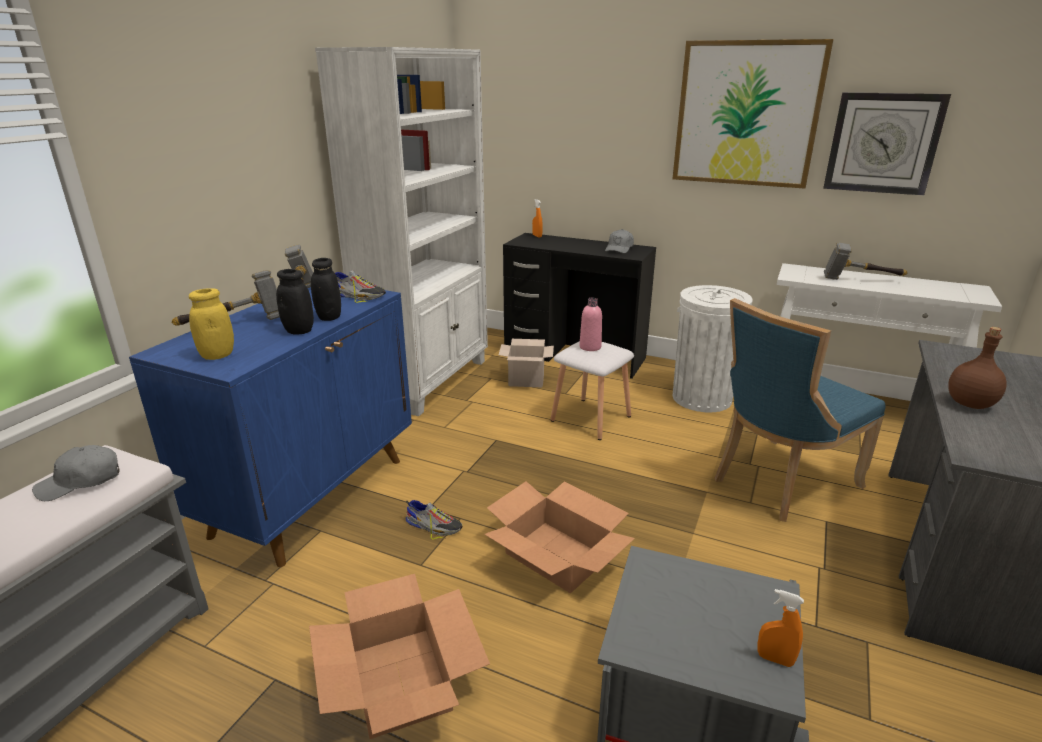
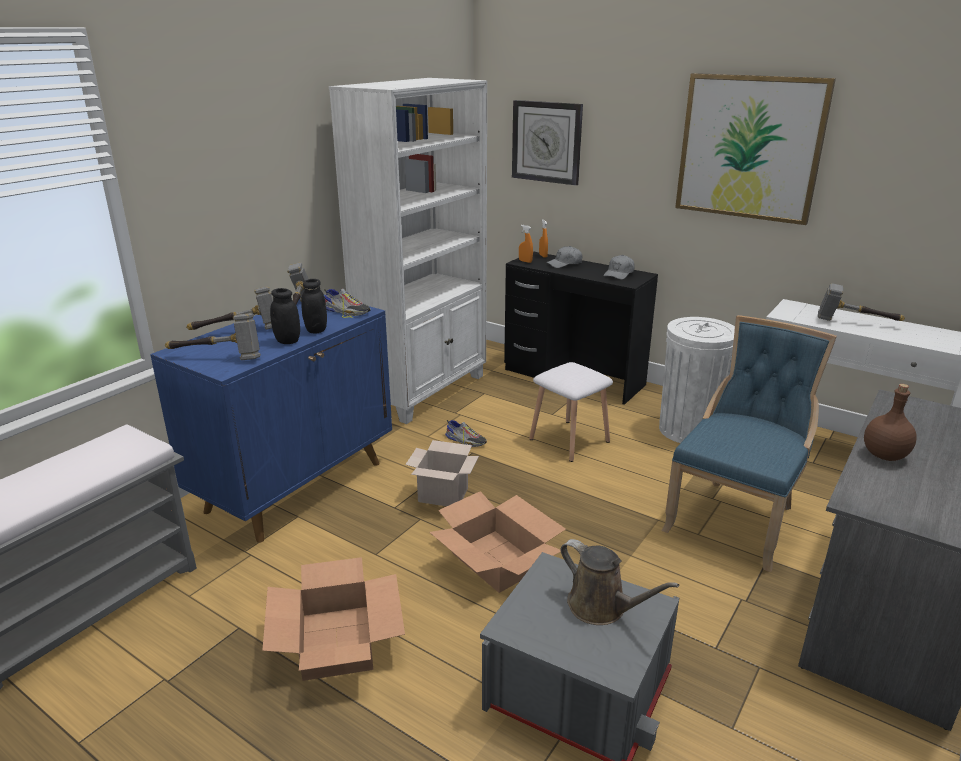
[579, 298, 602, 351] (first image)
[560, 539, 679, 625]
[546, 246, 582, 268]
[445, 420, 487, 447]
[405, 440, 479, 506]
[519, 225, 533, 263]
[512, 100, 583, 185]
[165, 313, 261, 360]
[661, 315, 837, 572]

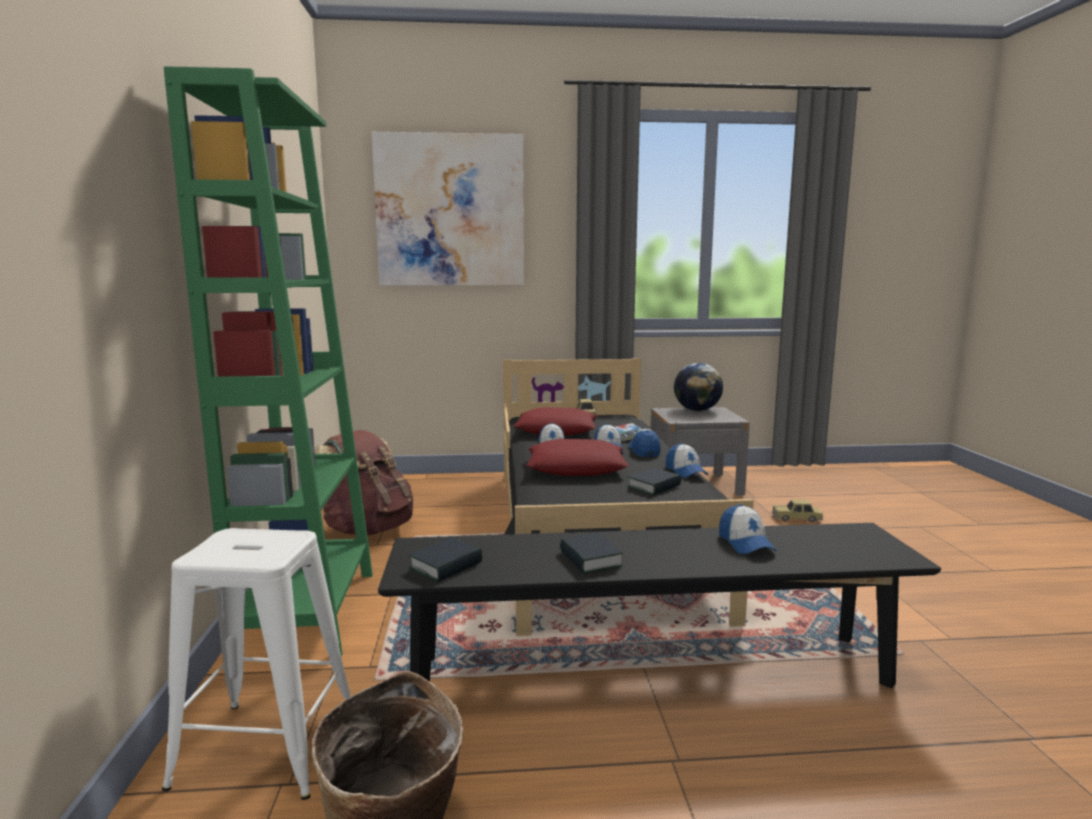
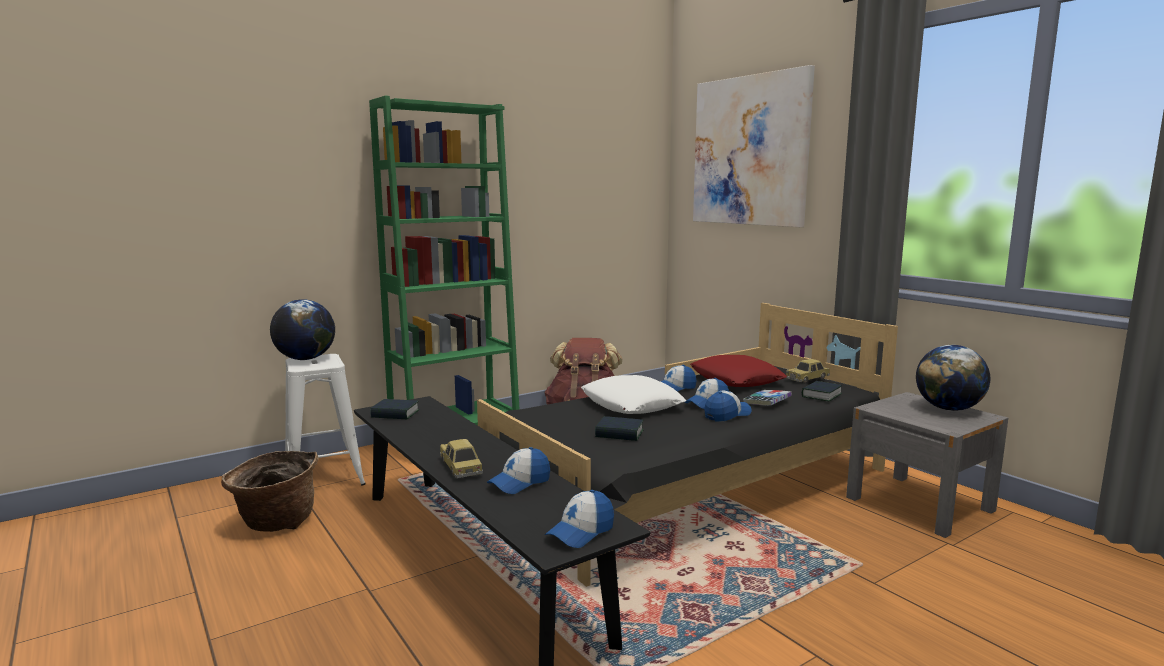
[270, 299, 335, 360]
[802, 381, 842, 401]
[545, 490, 614, 548]
[440, 439, 483, 478]
[581, 375, 686, 414]

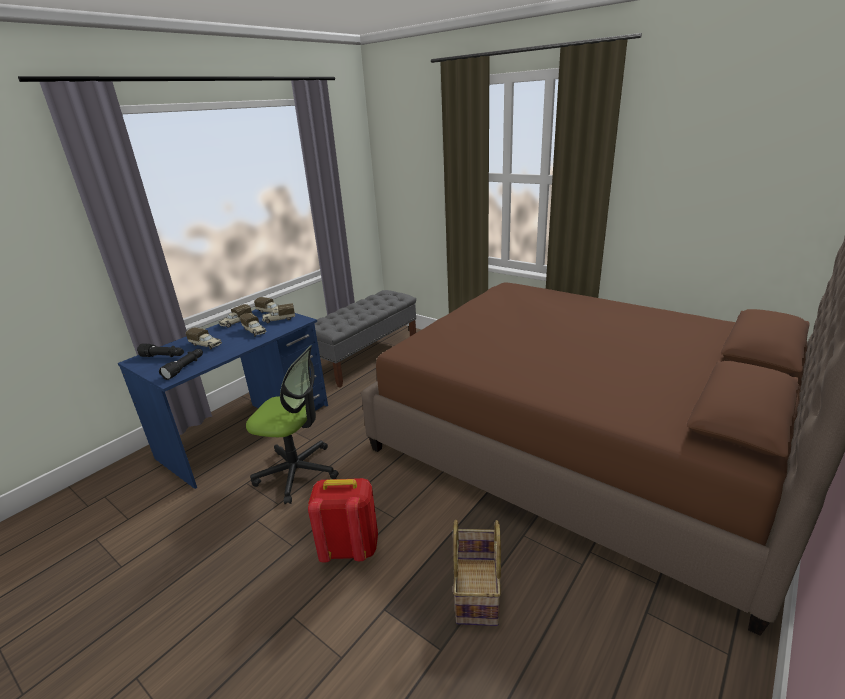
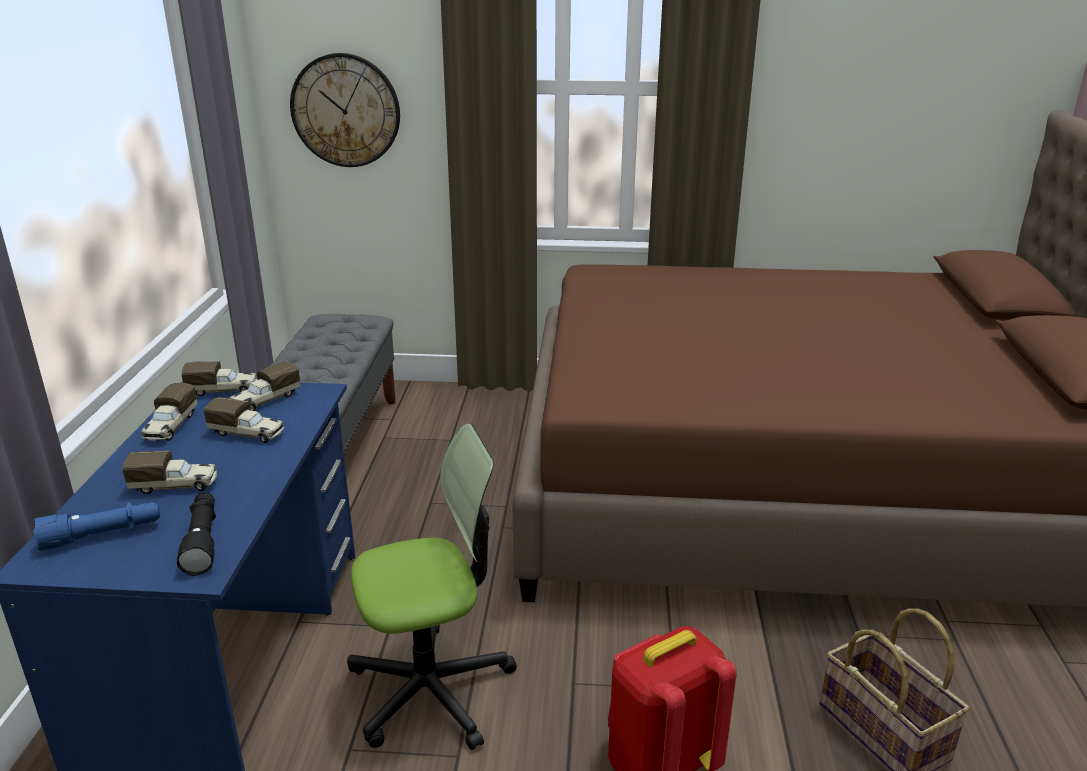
[290, 53, 400, 167]
[33, 502, 160, 551]

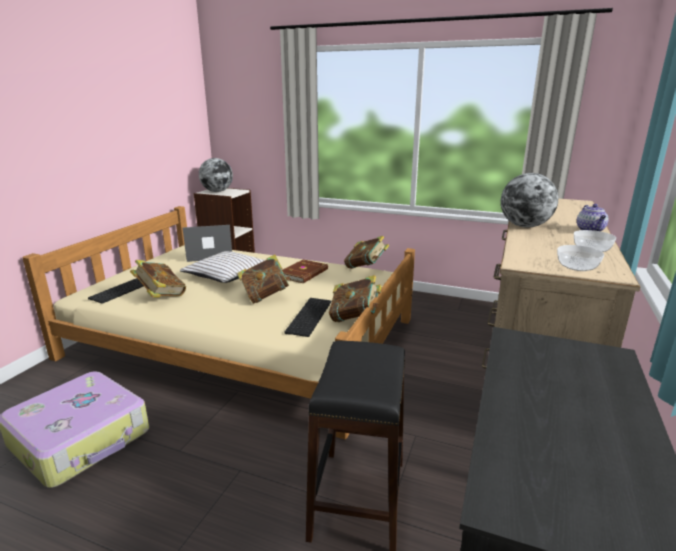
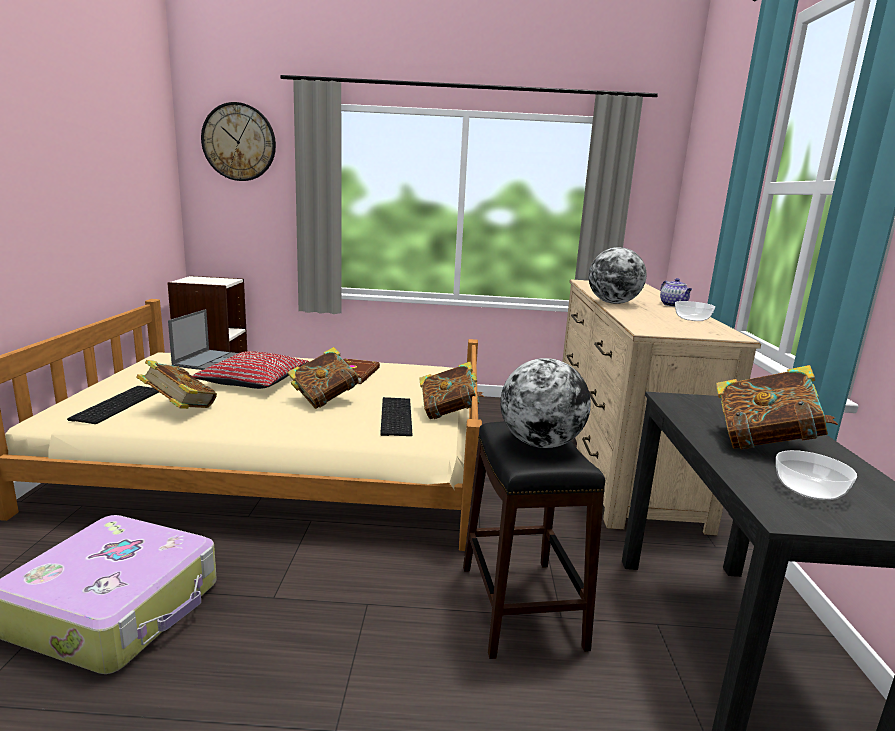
[201, 102, 276, 181]
[500, 358, 591, 448]
[716, 365, 838, 449]
[776, 450, 857, 500]
[192, 351, 309, 389]
[168, 309, 238, 370]

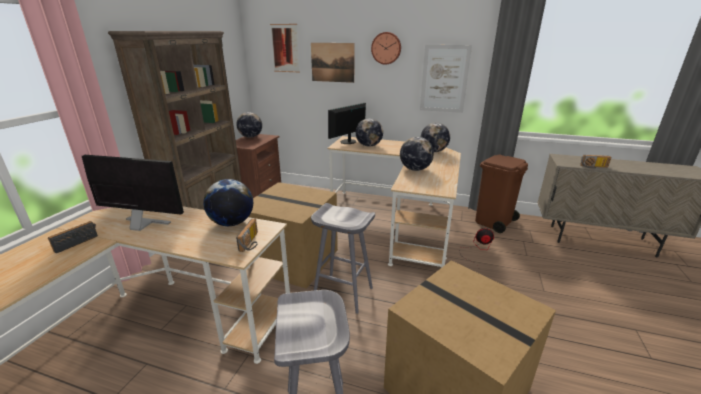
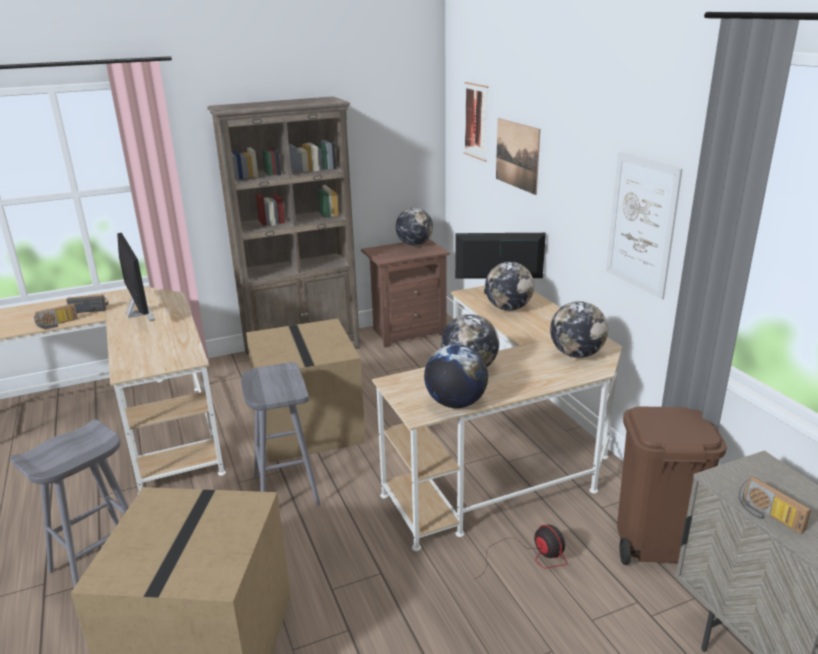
[371, 32, 401, 65] (first image)
[424, 344, 488, 408]
[34, 304, 78, 329]

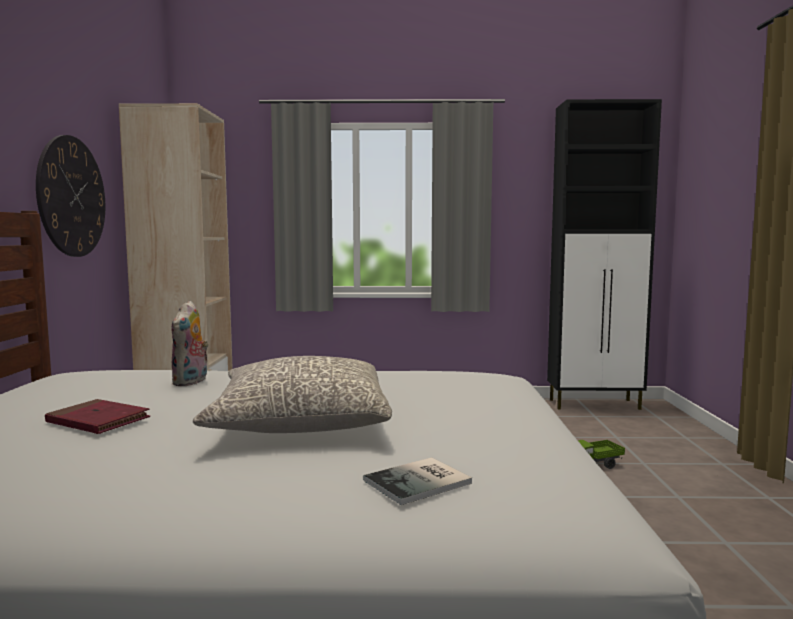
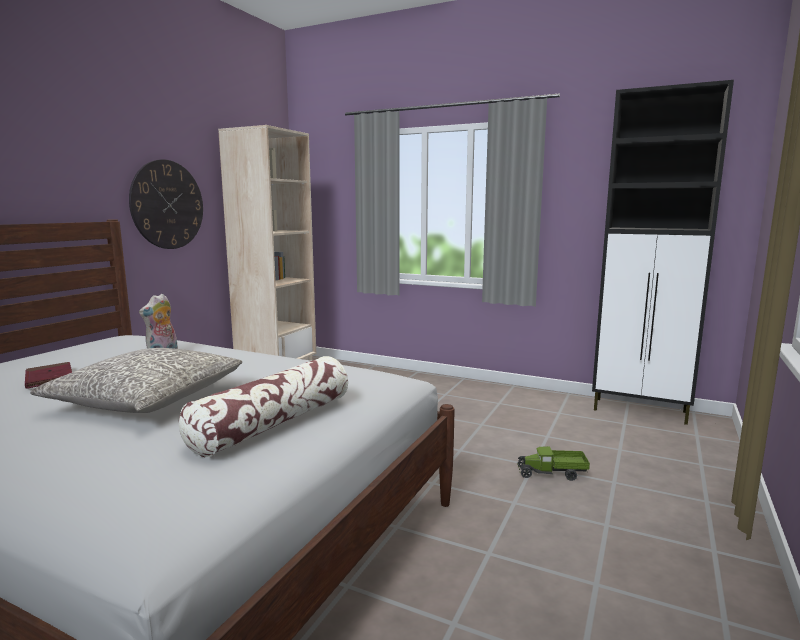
[363, 458, 472, 505] (first image)
[179, 356, 348, 458]

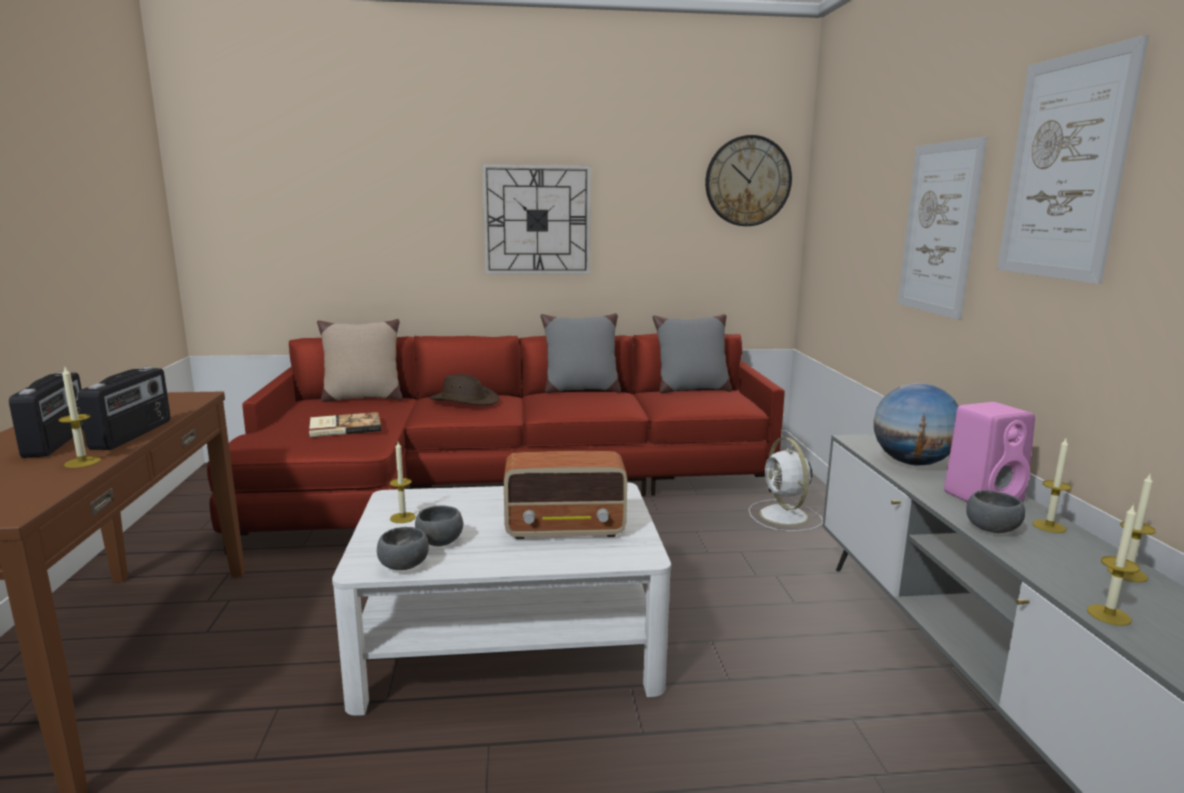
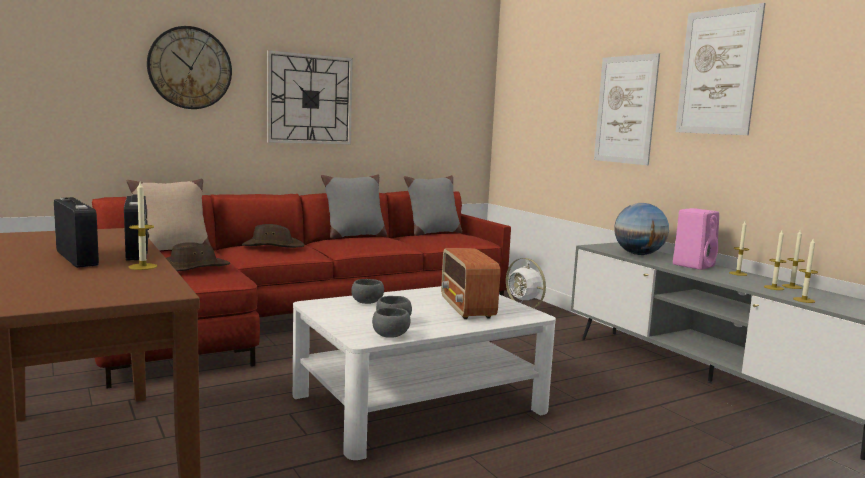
[764, 231, 787, 290]
[147, 26, 232, 109]
[351, 279, 384, 304]
[166, 242, 230, 272]
[441, 249, 500, 319]

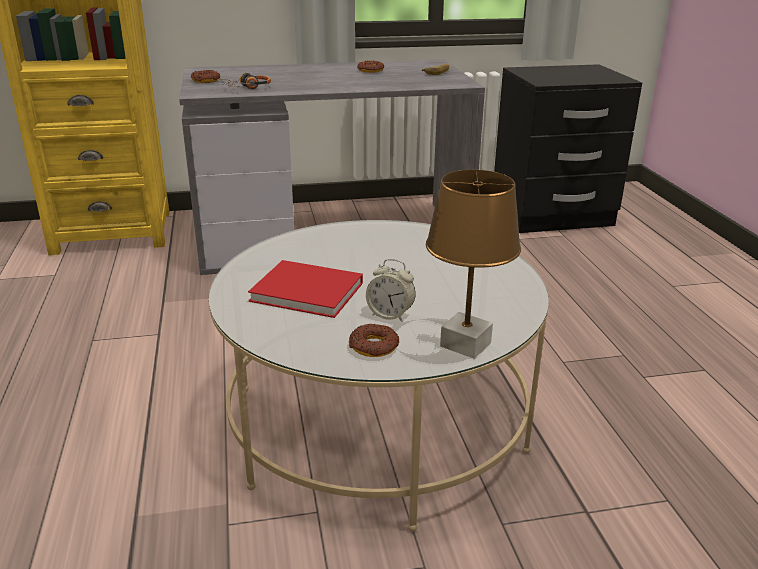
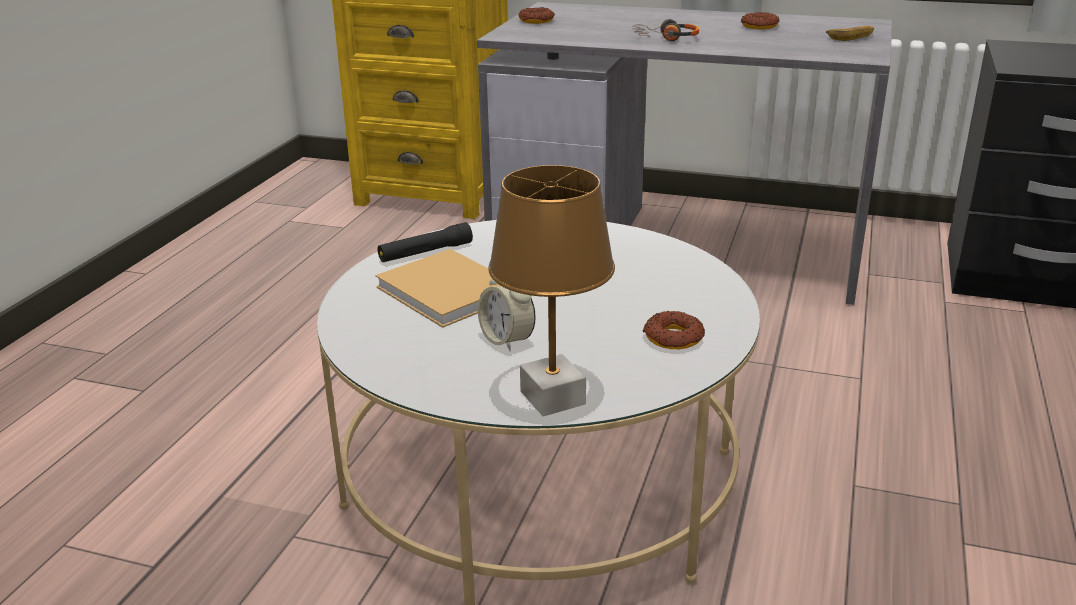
[377, 222, 473, 262]
[631, 19, 699, 41]
[642, 311, 705, 349]
[375, 249, 500, 328]

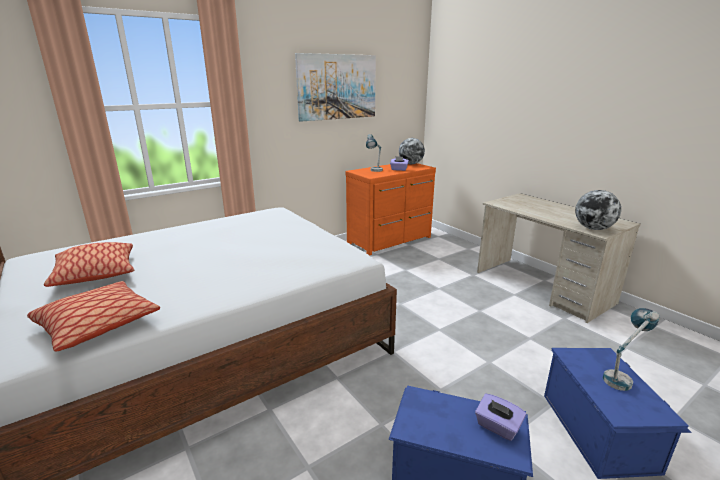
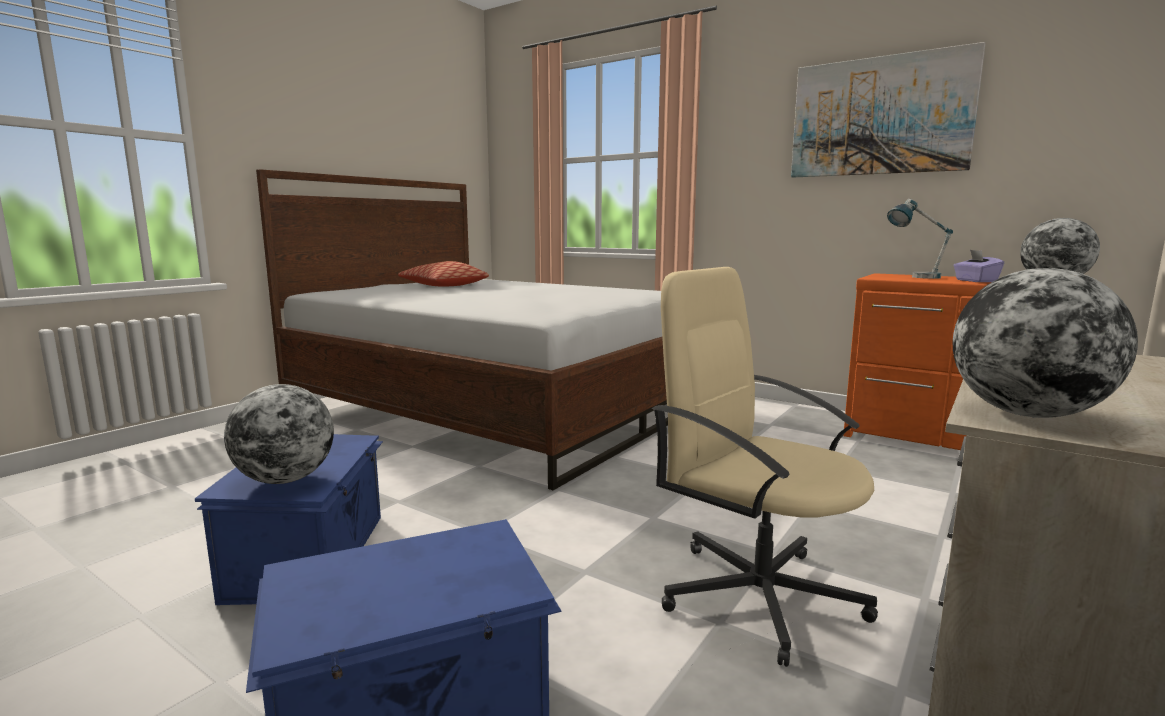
[27, 281, 160, 351] (first image)
[603, 308, 660, 391] (first image)
[652, 267, 878, 667]
[224, 384, 334, 484]

